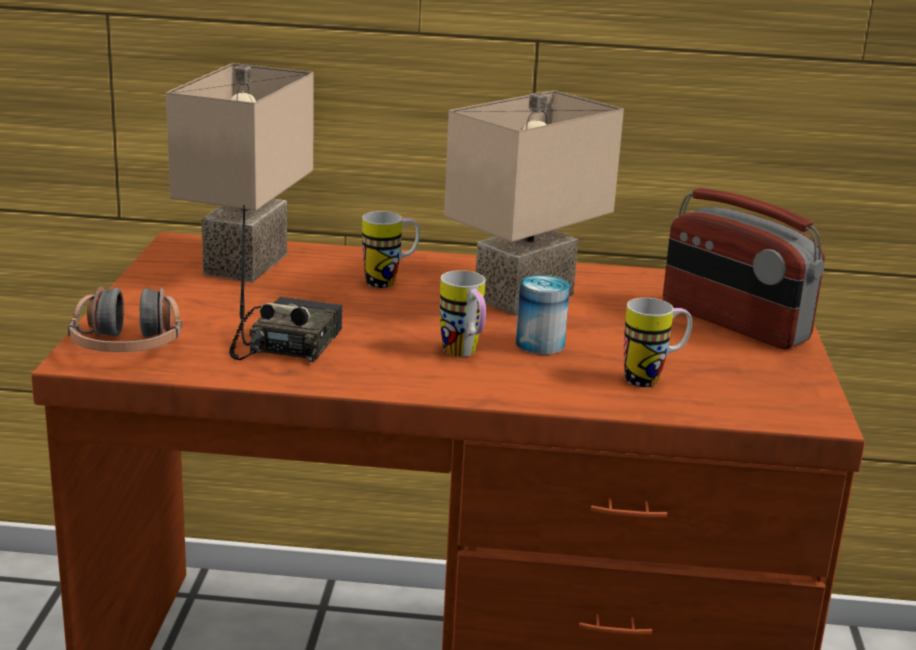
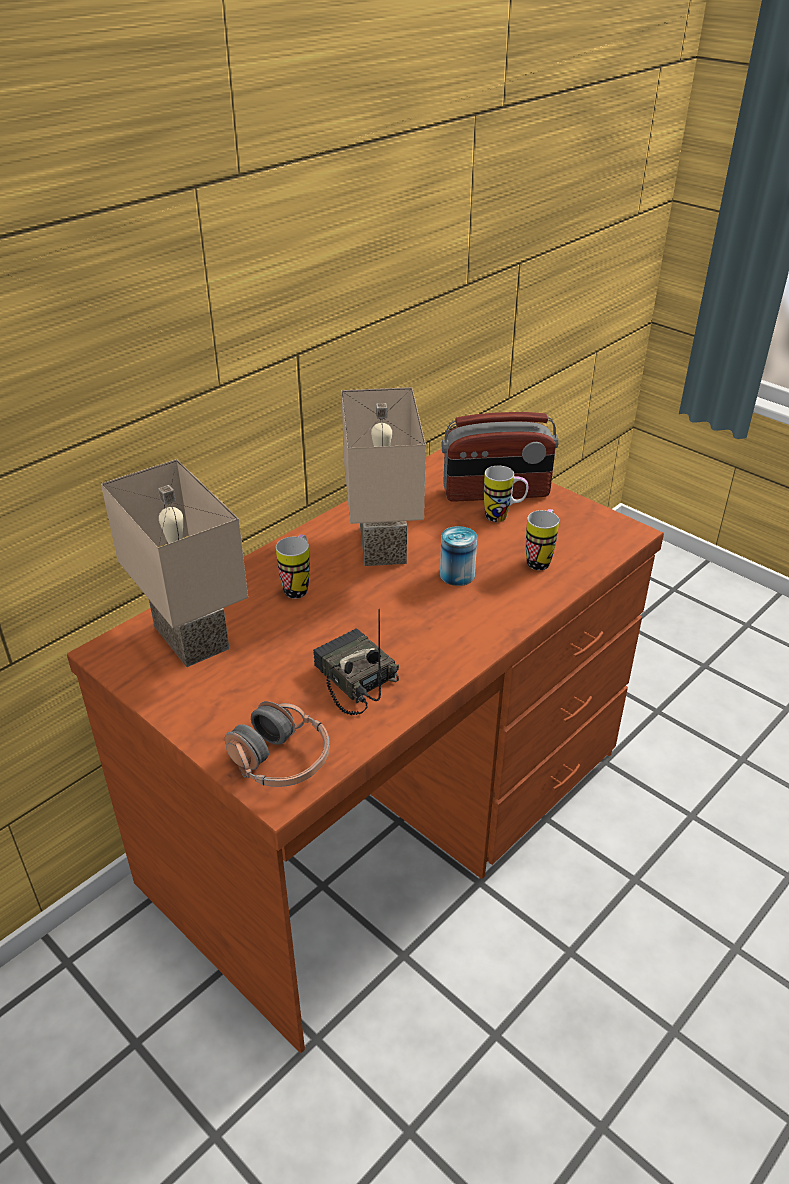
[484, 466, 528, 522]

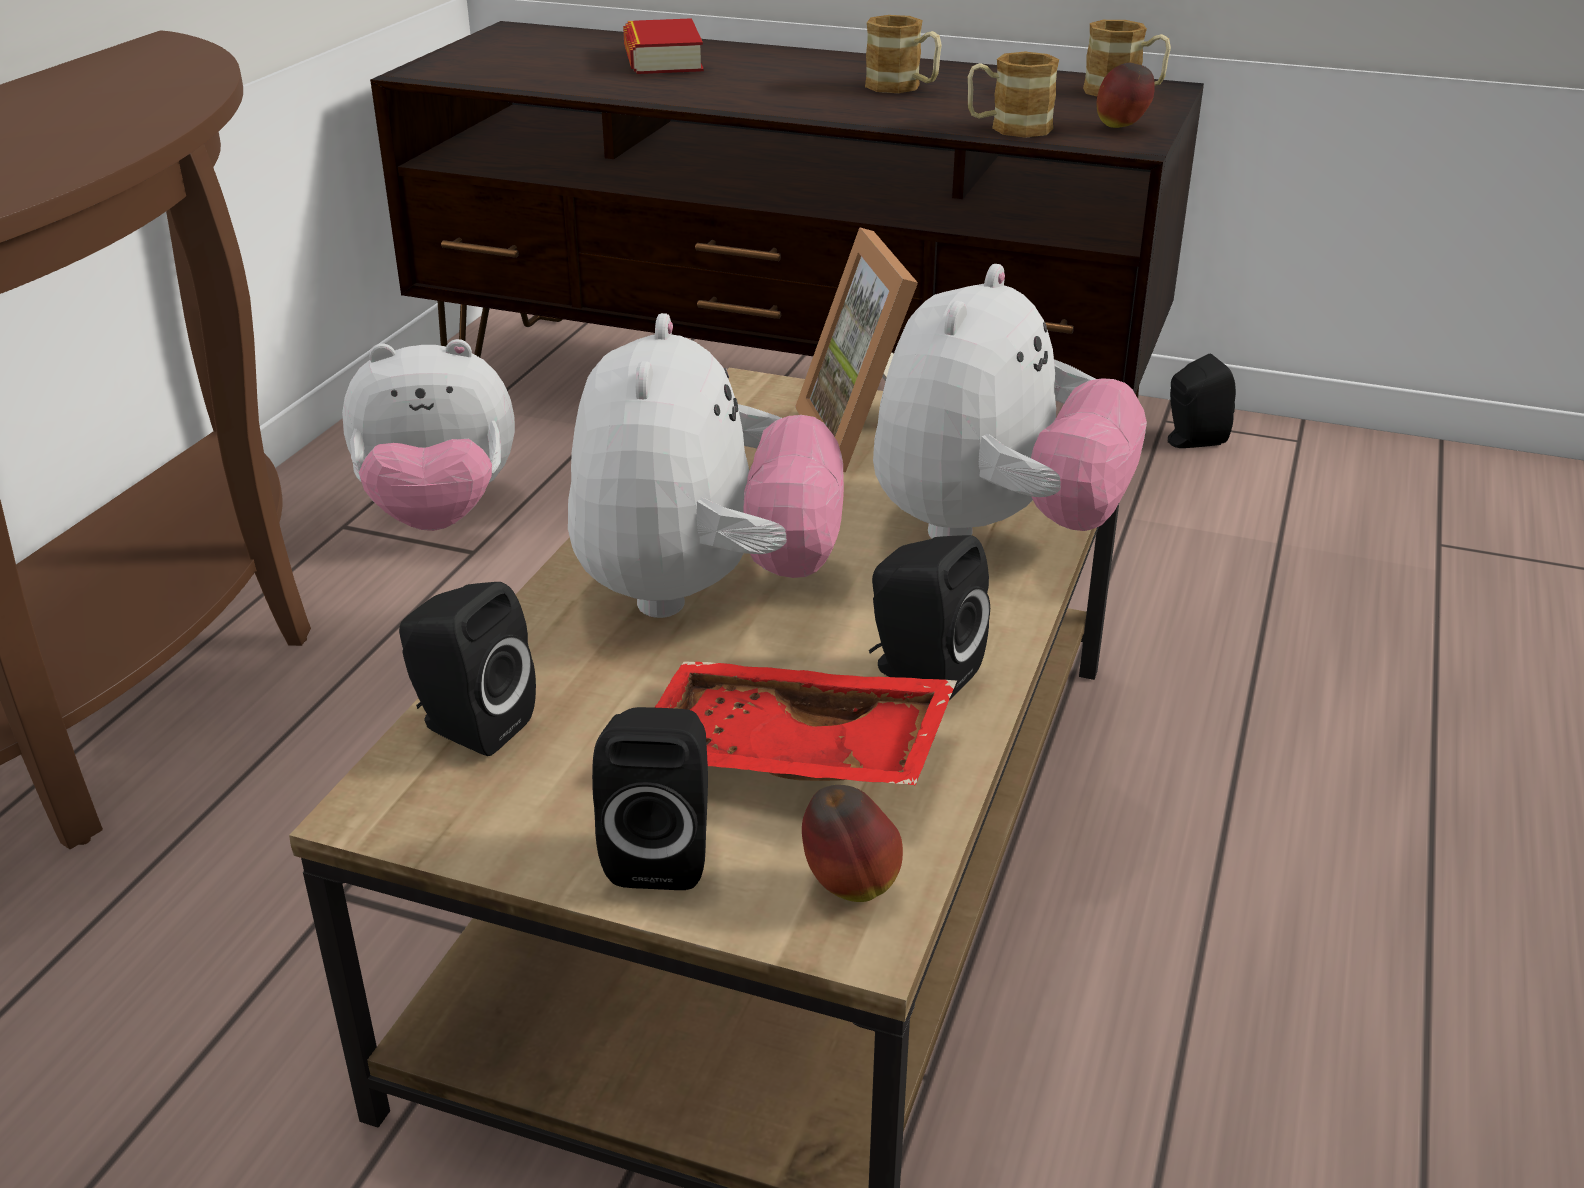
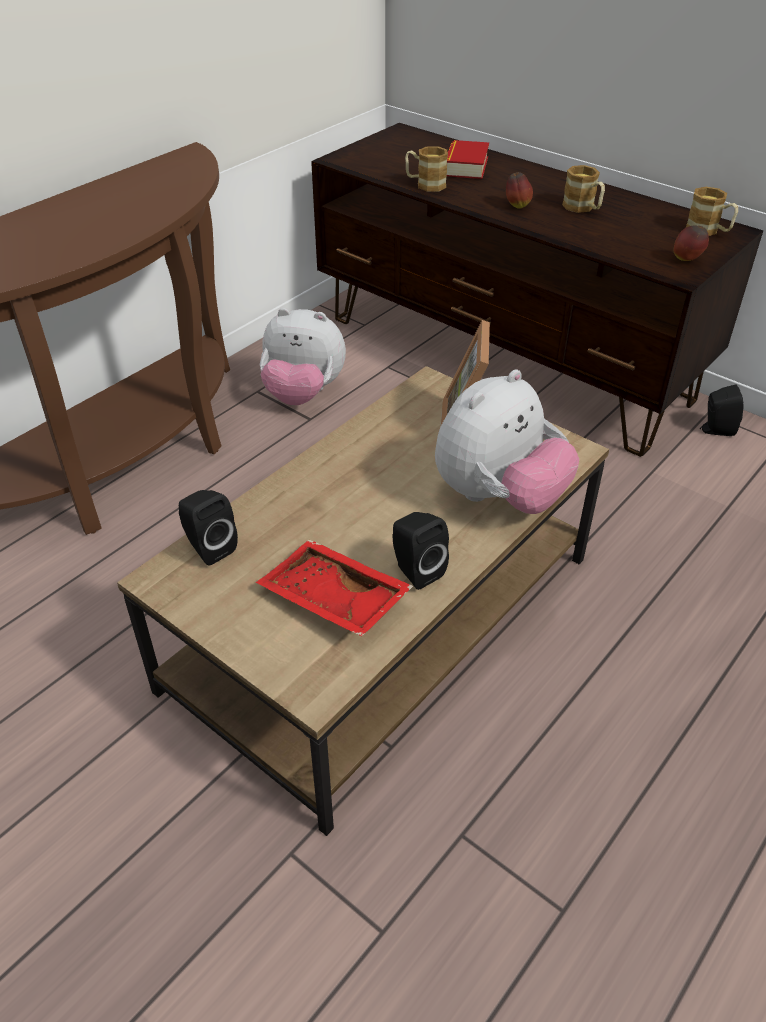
[568, 313, 844, 618] (first image)
[592, 707, 708, 890] (first image)
[506, 172, 533, 209]
[405, 146, 448, 192]

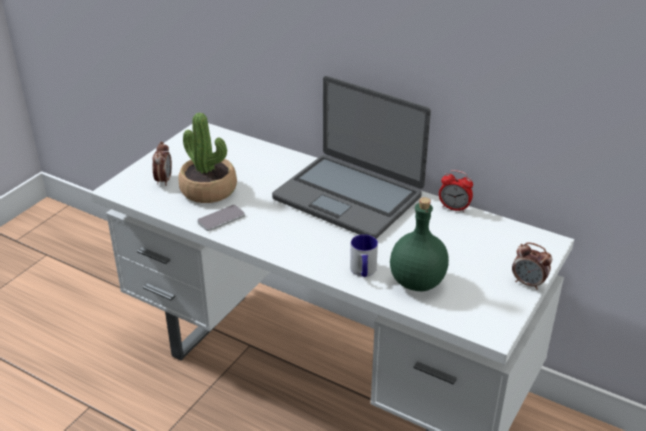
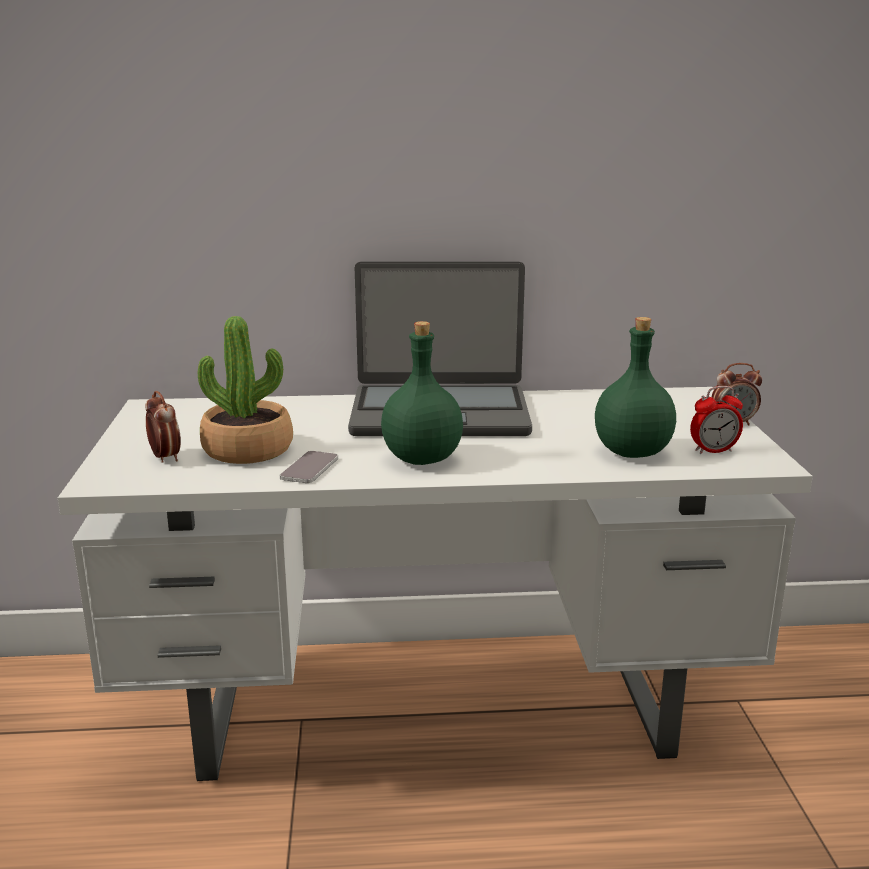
[350, 234, 378, 277] (first image)
[381, 321, 463, 465]
[690, 386, 743, 454]

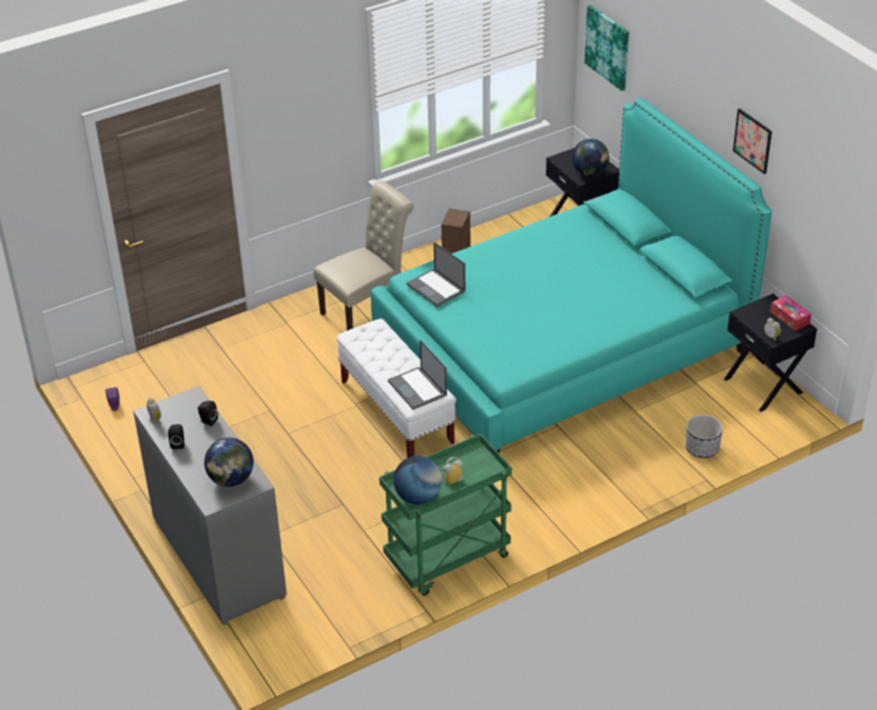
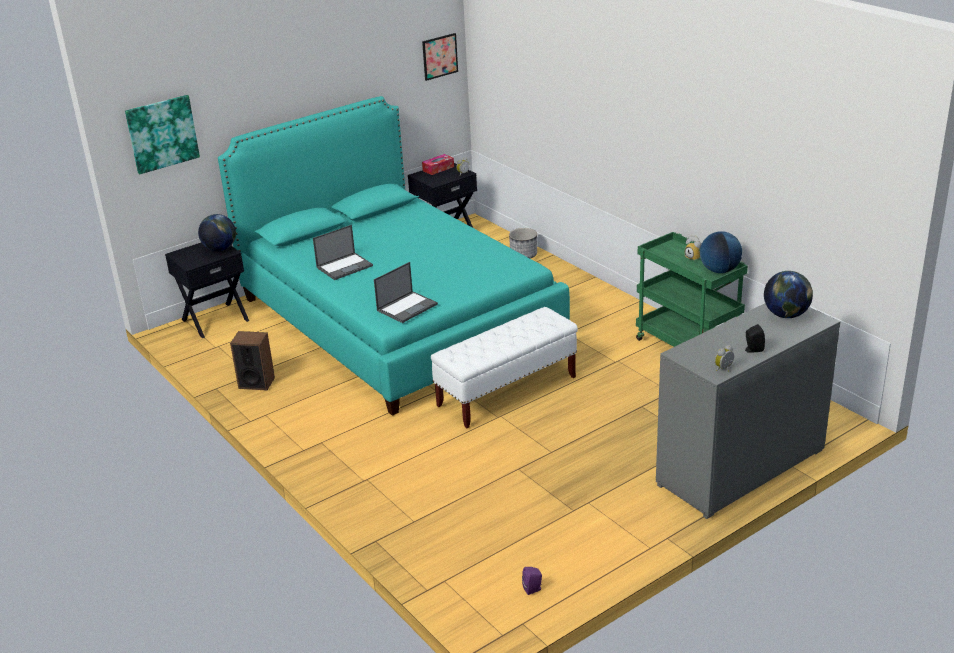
[198, 401, 218, 426] (first image)
[313, 181, 414, 331] (first image)
[313, 225, 373, 280]
[422, 33, 458, 81]

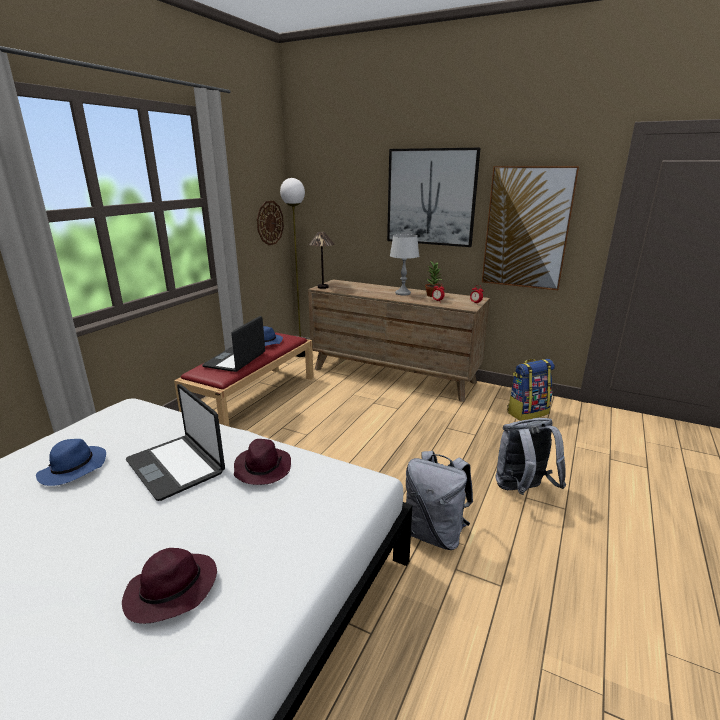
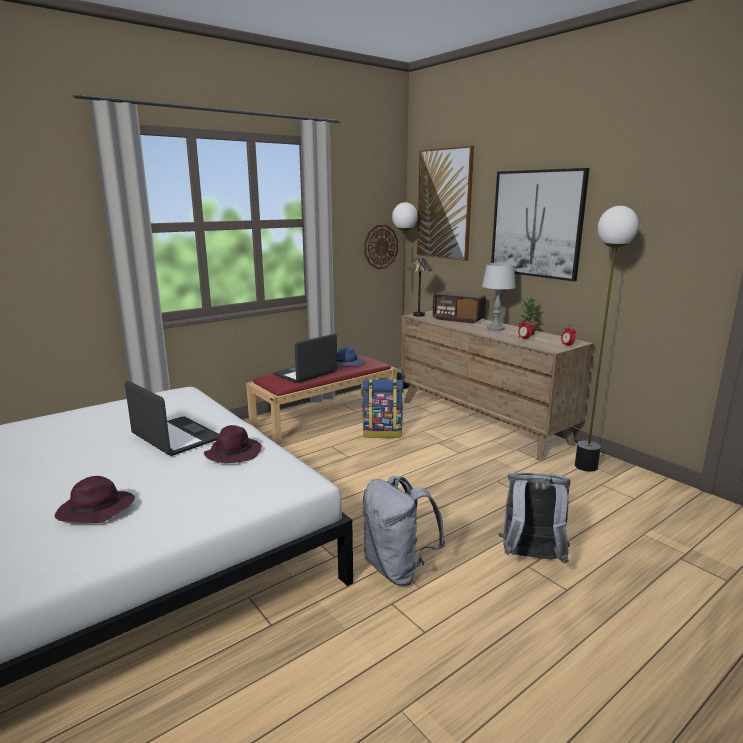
[36, 439, 106, 486] (first image)
[432, 291, 486, 324]
[575, 206, 639, 472]
[417, 146, 474, 261]
[362, 377, 404, 438]
[125, 381, 219, 456]

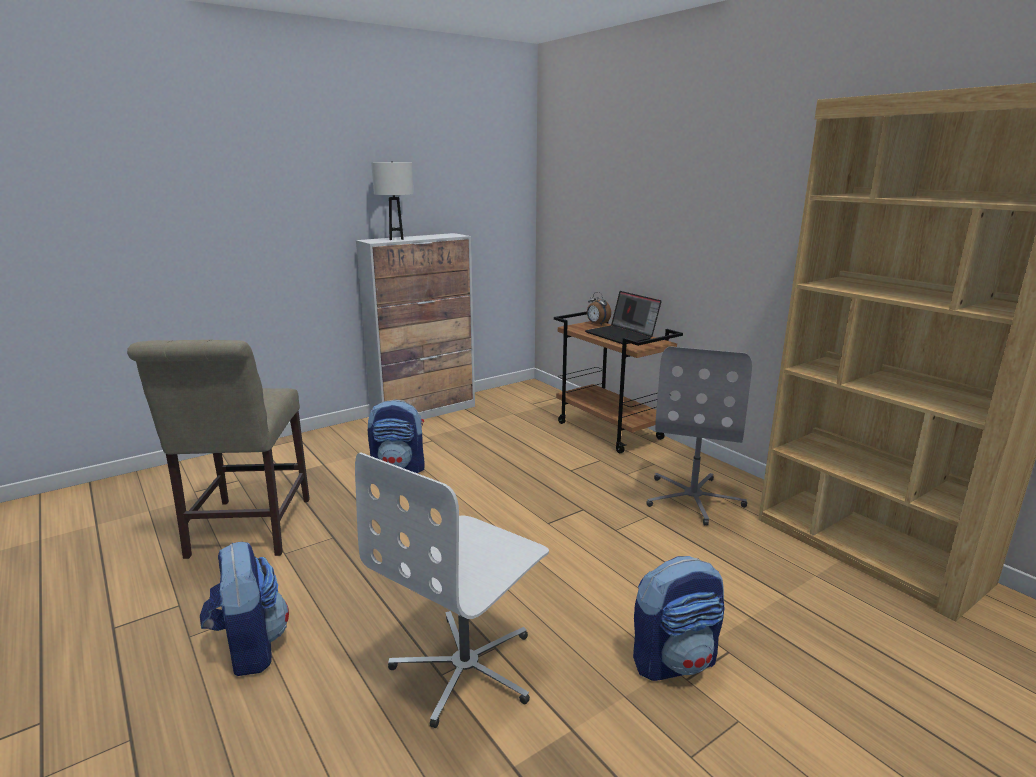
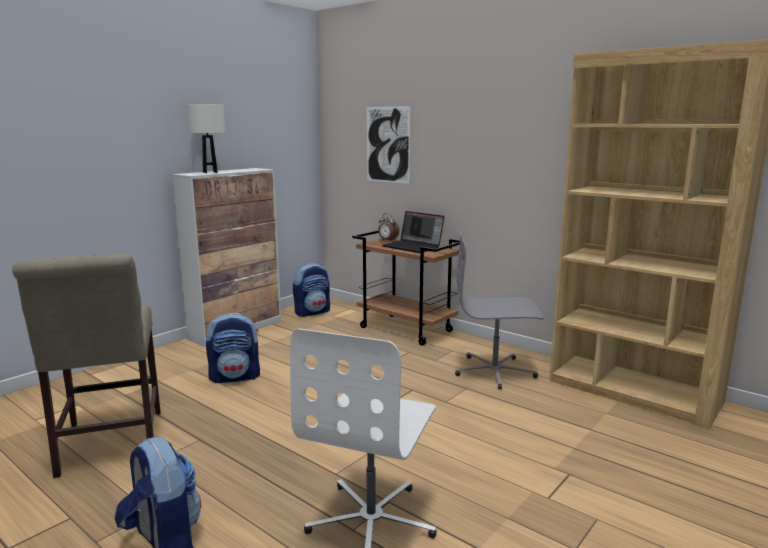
[367, 106, 410, 184]
[293, 263, 330, 317]
[455, 231, 544, 390]

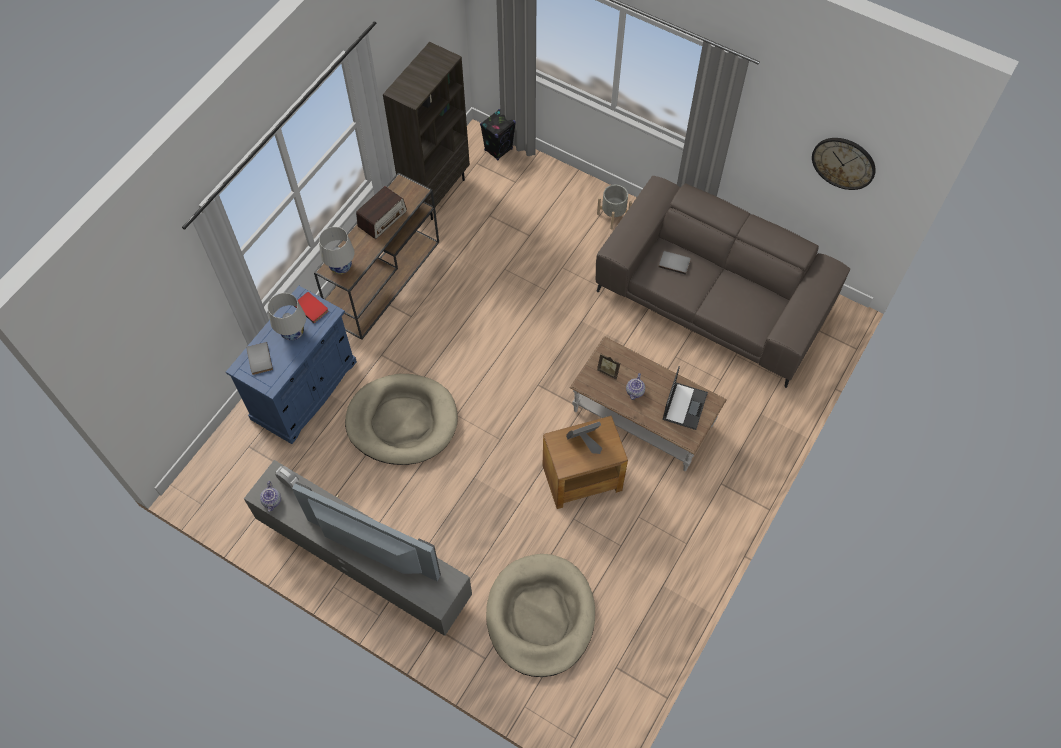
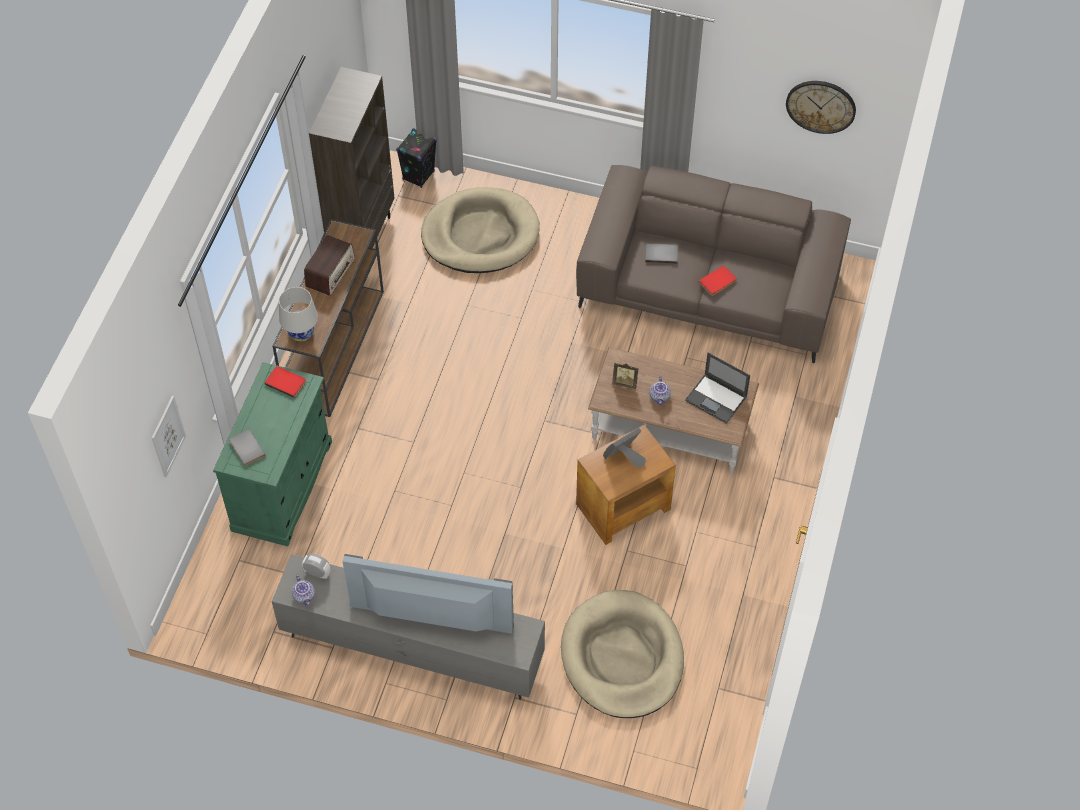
[268, 293, 306, 341] (first image)
[597, 185, 632, 229] (first image)
[152, 396, 186, 477]
[699, 265, 737, 296]
[421, 187, 540, 273]
[213, 362, 332, 546]
[685, 353, 750, 424]

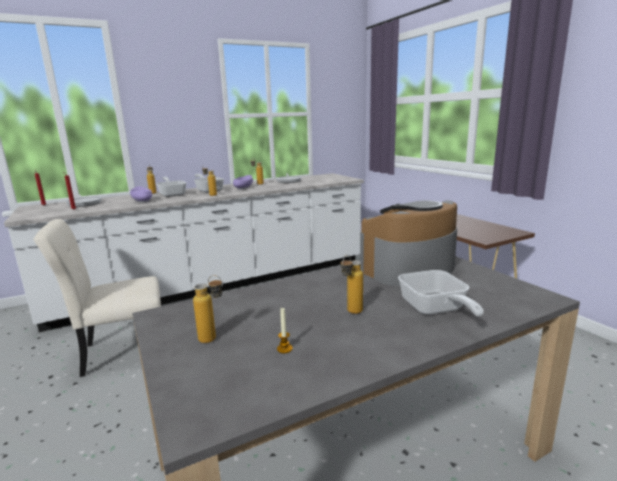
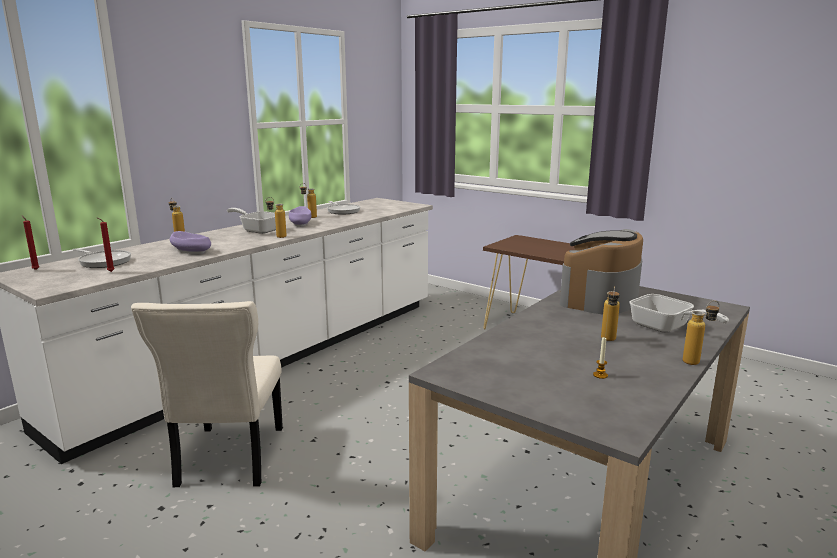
[156, 177, 186, 197] (first image)
[683, 301, 719, 365]
[131, 301, 283, 487]

